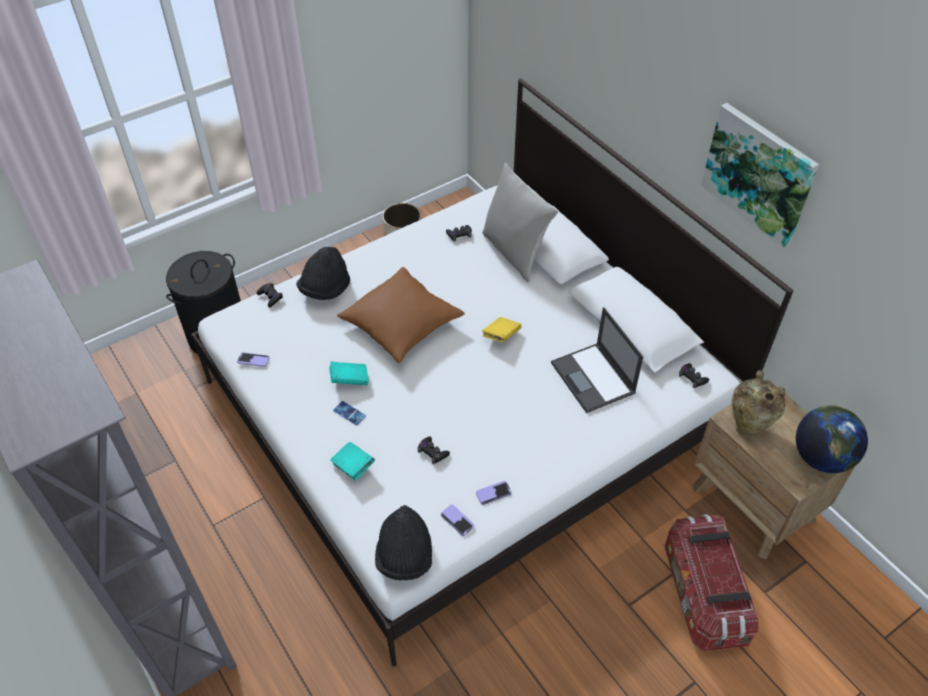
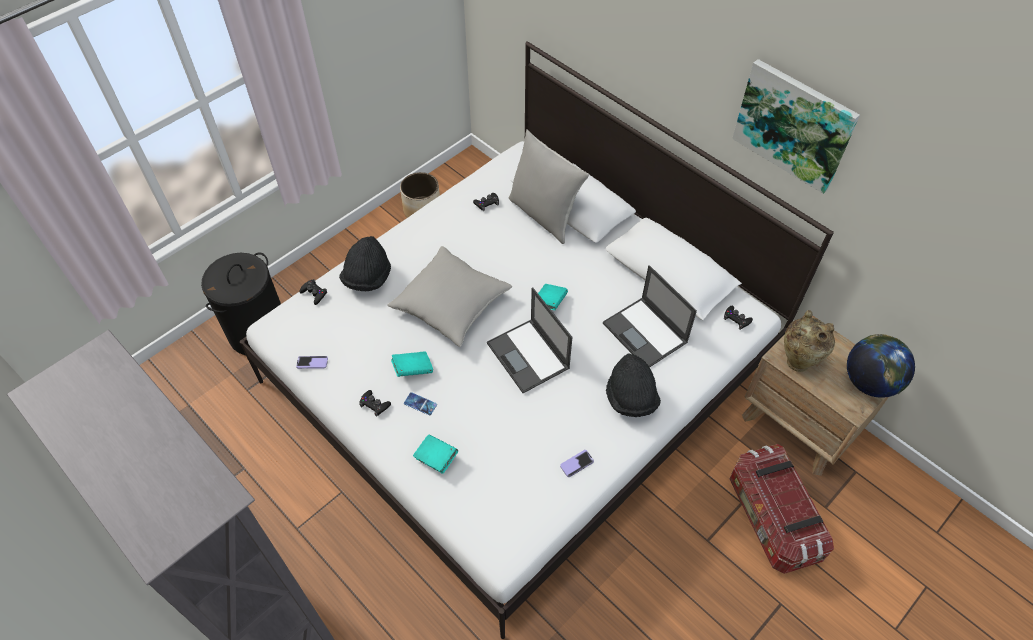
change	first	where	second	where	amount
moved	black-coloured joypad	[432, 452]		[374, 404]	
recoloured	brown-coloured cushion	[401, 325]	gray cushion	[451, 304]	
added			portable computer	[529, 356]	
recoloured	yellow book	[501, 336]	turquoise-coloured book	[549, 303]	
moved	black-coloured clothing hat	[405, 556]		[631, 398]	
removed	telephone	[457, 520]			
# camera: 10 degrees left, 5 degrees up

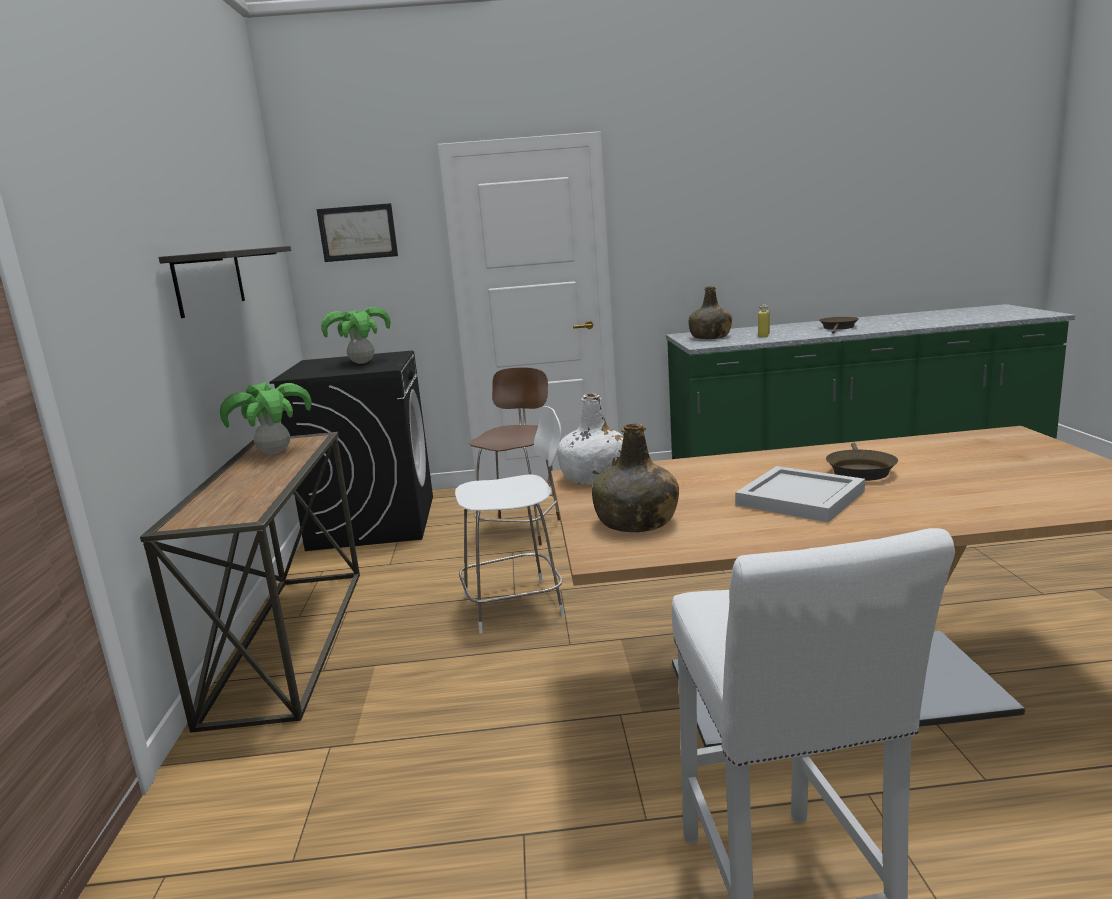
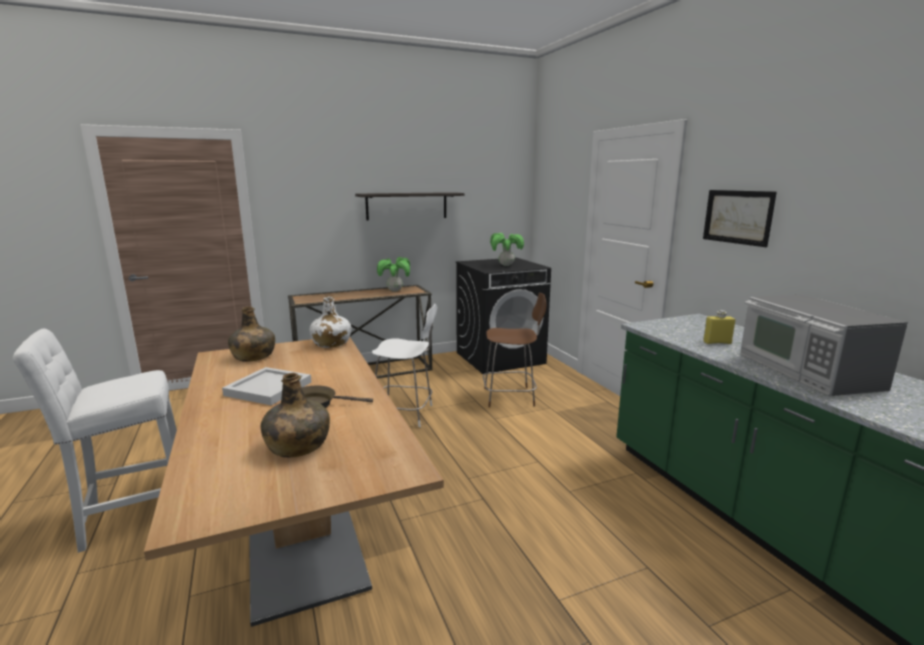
change	first	where	second	where	amount
moved	greenish bottle	[710, 337]		[297, 446]	
turned	white-coloured upright chair	[517, 605]		[405, 414]	45 degrees counterclockwise
moved	picture	[358, 232]		[737, 217]	
replaced	brown-coloured skillet	[838, 328]	kitchen microwave	[806, 371]	
# camera: 70 degrees right, 0 degrees up

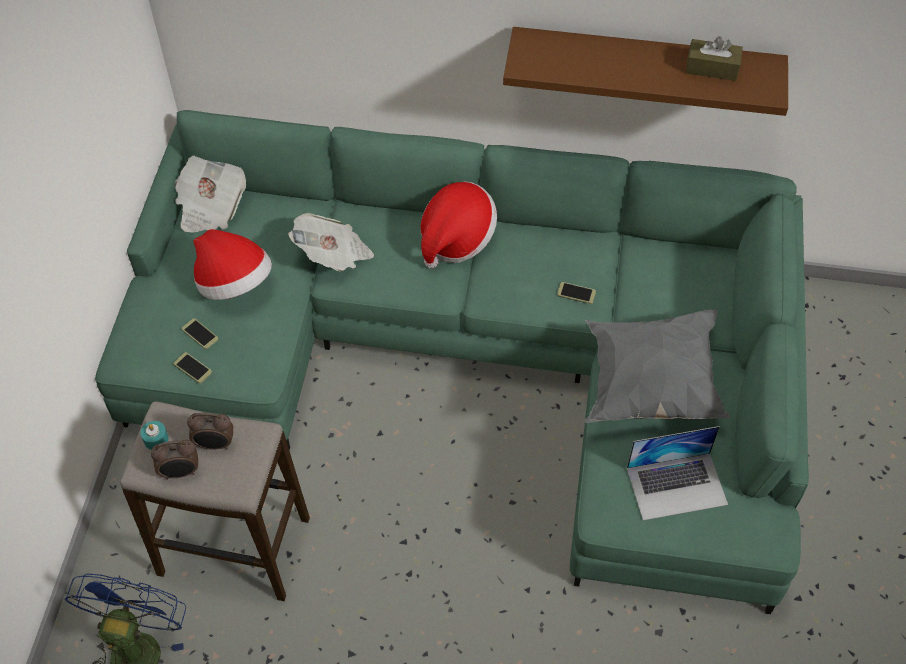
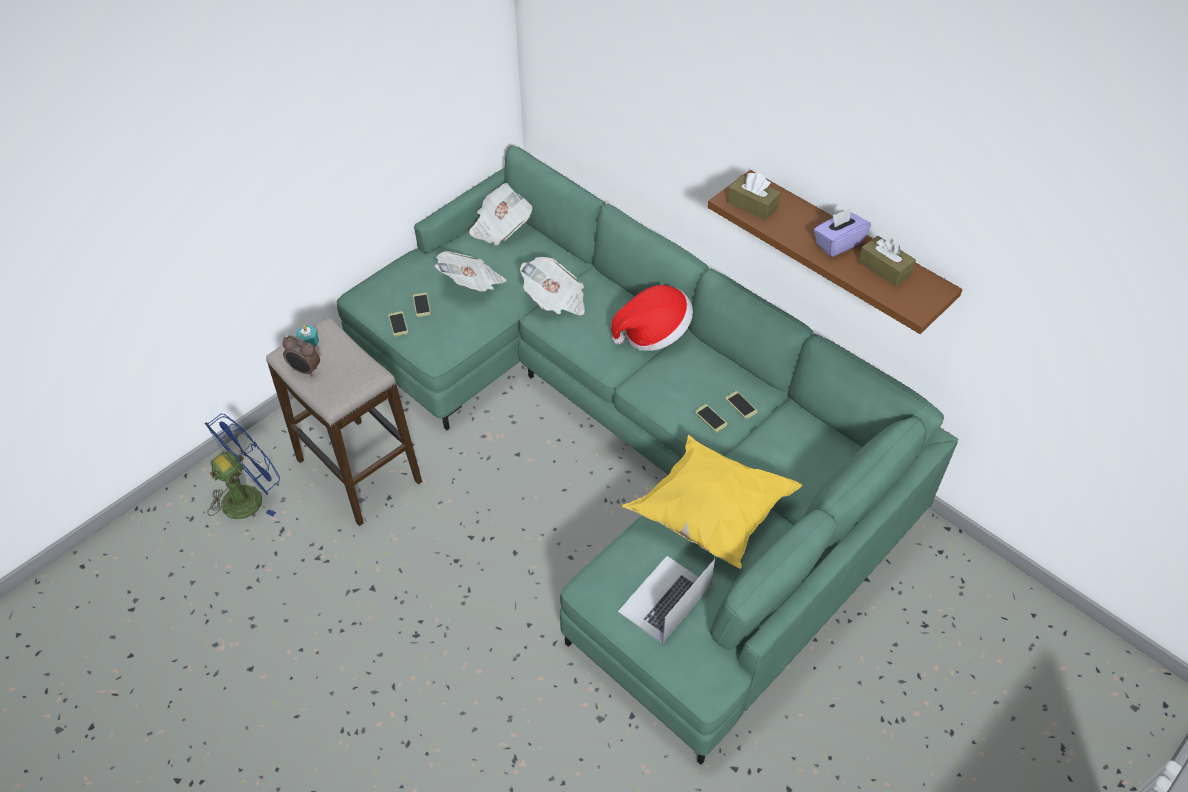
change	first	where	second	where	amount
replaced	clothing hat	[234, 283]	newspaper	[472, 284]	
turned	portable computer	[677, 486]		[664, 599]	105 degrees clockwise
recoloured	gray cushion	[649, 385]	yellow cushion	[709, 515]	
added			telephone	[741, 405]	
added			brown-coloured tissue box	[752, 205]	
added			purple tissue box	[838, 243]	
removed	bedside clock	[215, 444]			
# camera: 35 degrees right, 5 degrees down

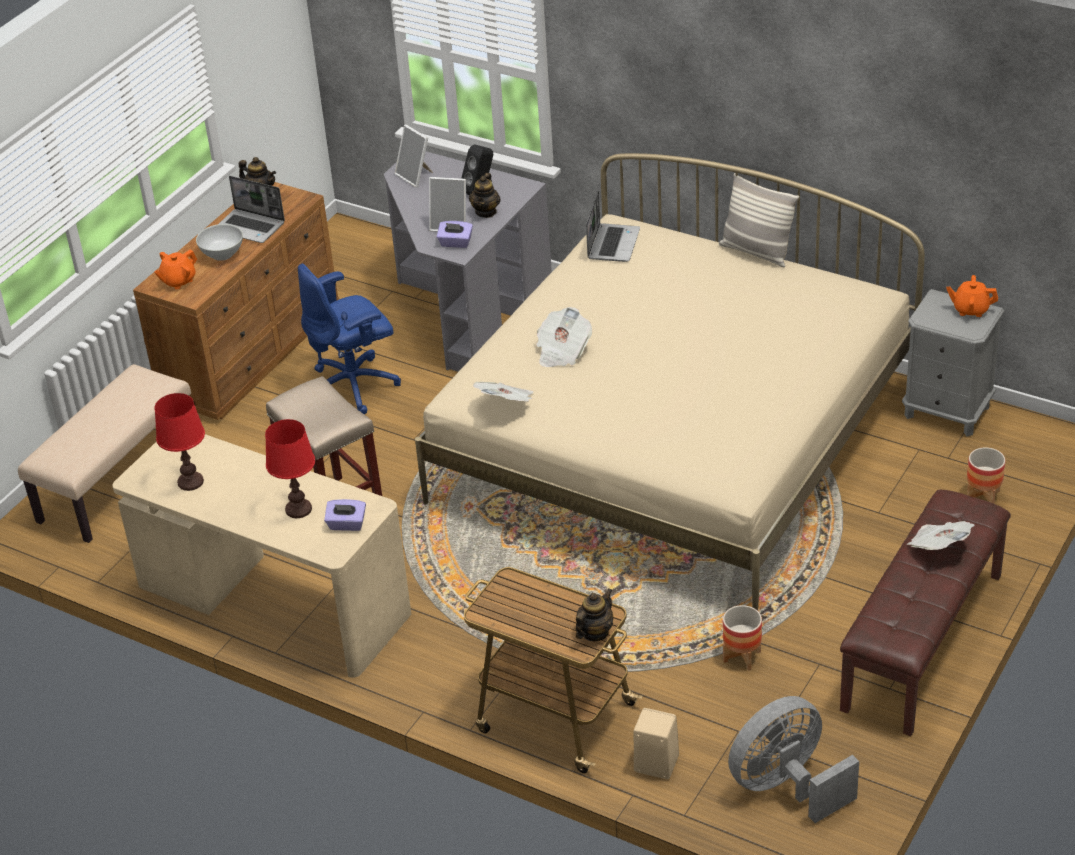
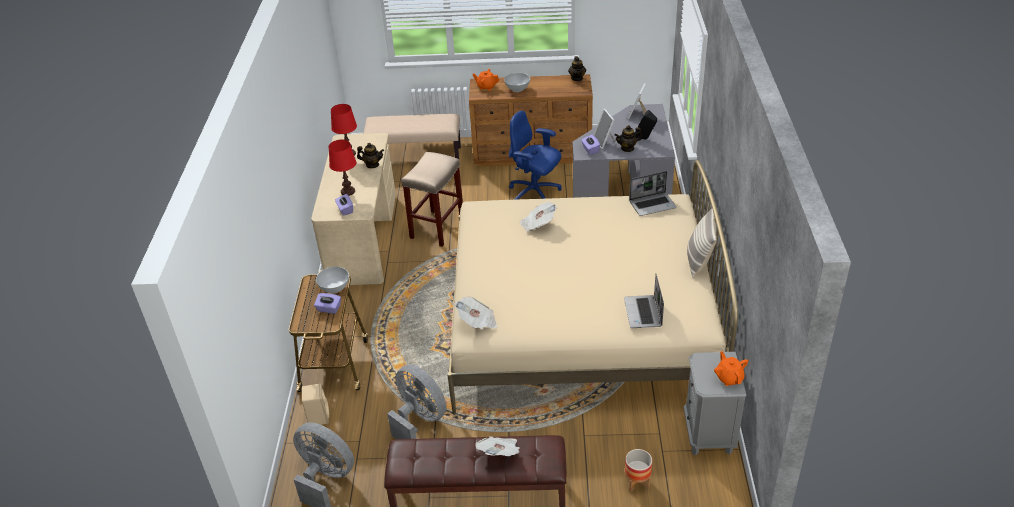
change	first	where	second	where	amount
added			purple tissue box	[329, 309]	
added			white-coloured serving bowl	[334, 288]	
moved	teapot	[594, 632]		[372, 165]	
replaced	planter	[741, 656]	gray cooling fan	[419, 420]	
moved	newspaper	[506, 403]		[477, 322]	
moved	portable computer	[250, 227]		[643, 313]	
# camera: 60 degrees right, 0 degrees up

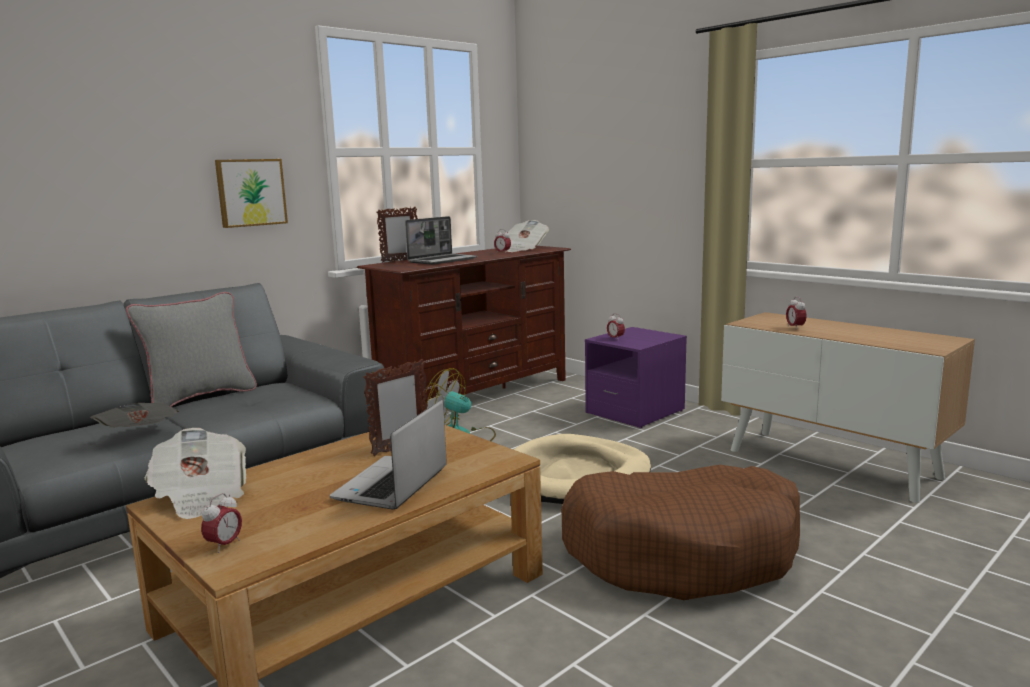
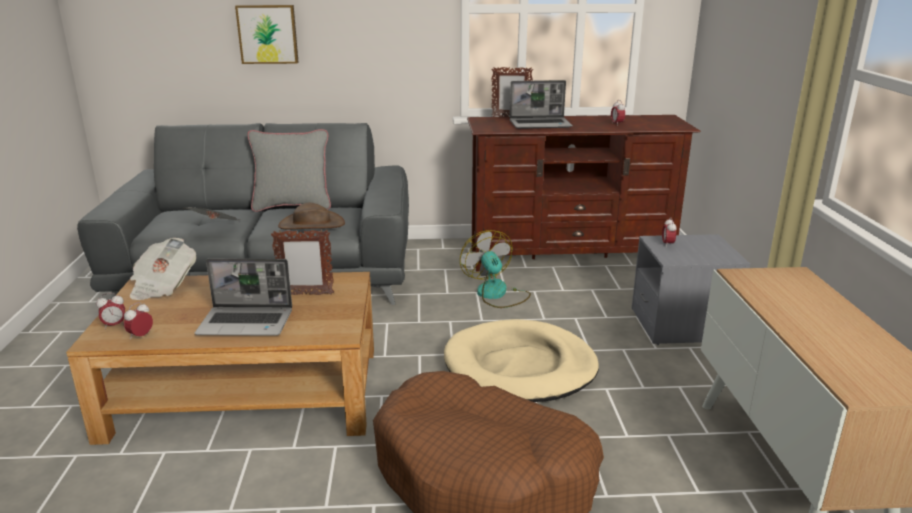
change	first	where	second	where	amount
moved	bedside clock	[795, 328]		[141, 336]	
turned	portable computer	[392, 485]		[247, 323]	150 degrees counterclockwise
moved	picture	[250, 192]		[268, 34]	
added			brown-coloured clothing hat	[311, 224]	
recoloured	purple bedside table	[635, 412]	gray bedside table	[681, 325]	
removed	newspaper	[524, 249]			
# camera: 40 degrees right, 10 degrees up

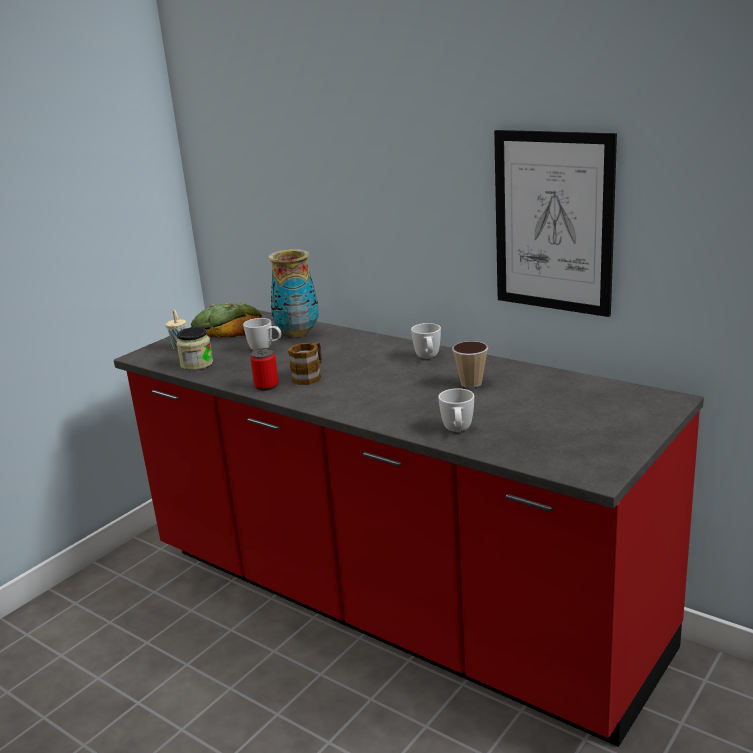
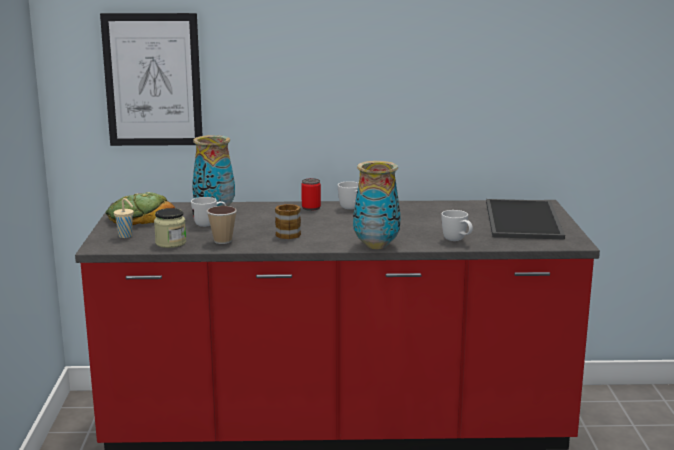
change	first	where	second	where	amount
moved	picture	[553, 222]		[153, 80]	
moved	small cup	[471, 383]		[222, 241]	
moved	can	[266, 386]		[311, 208]	
added			flower vase	[376, 245]	
added			serving tray	[525, 220]	
# camera: 40 degrees left, 5 degrees down

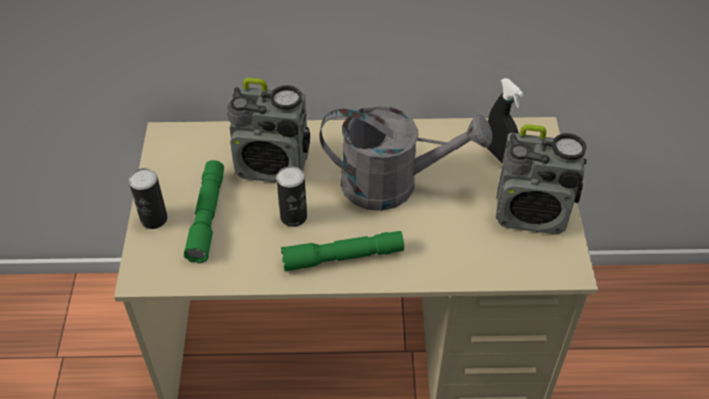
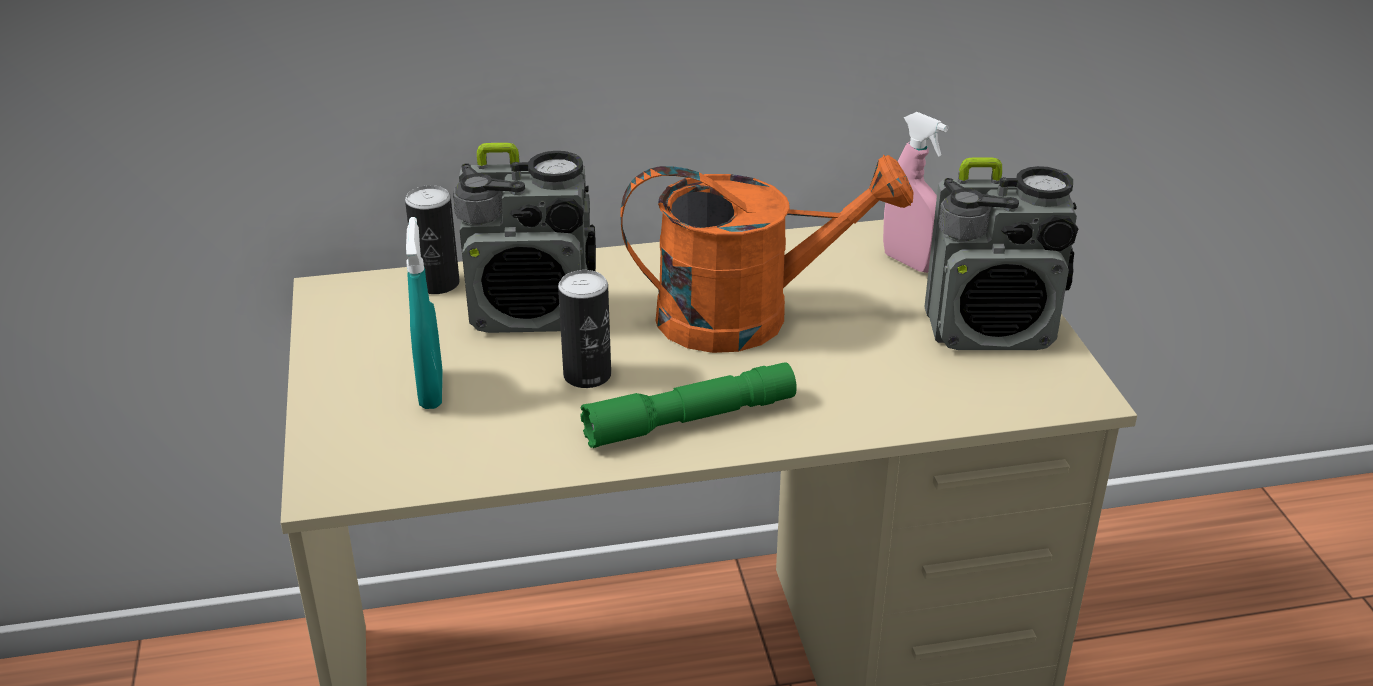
change	first	where	second	where	amount
moved	can	[154, 219]		[437, 283]	
replaced	greenish flashlight	[207, 216]	turquoise-coloured spray bottle	[431, 391]	
recoloured	gray sprinkling can	[393, 184]	orangey sprinkling can	[747, 316]	
recoloured	black-coloured spray bottle	[498, 154]	pink-coloured spray bottle	[909, 262]	
# camera: 10 degrees left, 15 degrees down

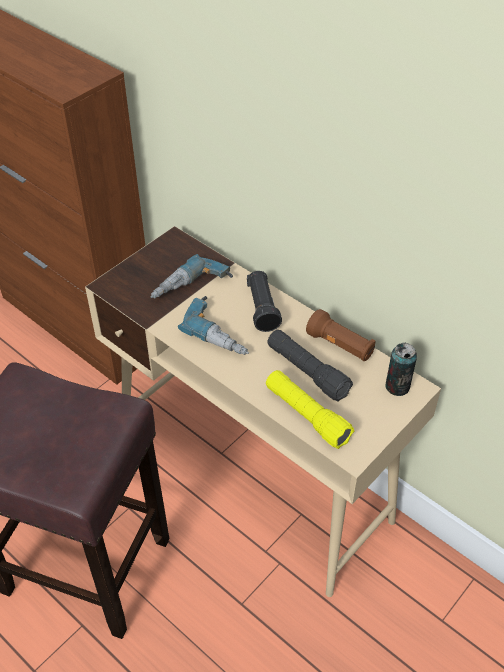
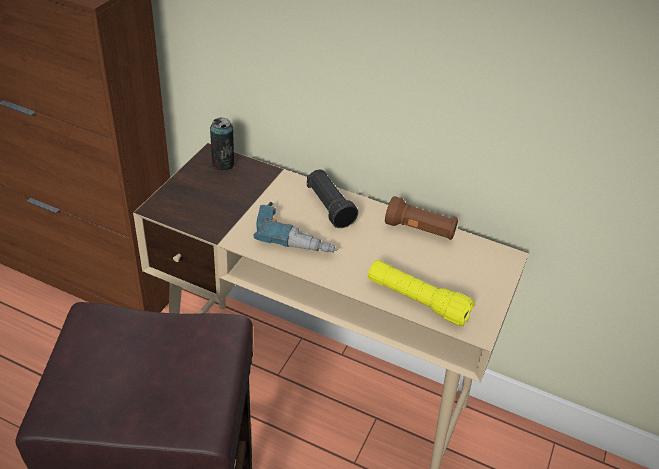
change	first	where	second	where	amount
moved	can	[397, 386]		[223, 164]	
removed	drill	[192, 289]			
removed	black-coloured flashlight	[307, 372]			
# camera: 20 degrees left, 5 degrees down

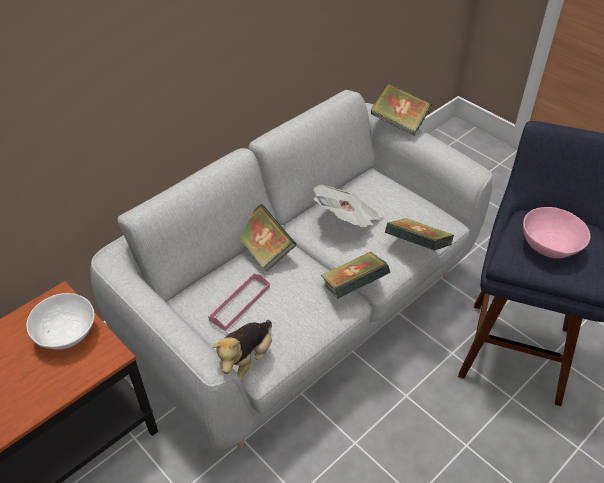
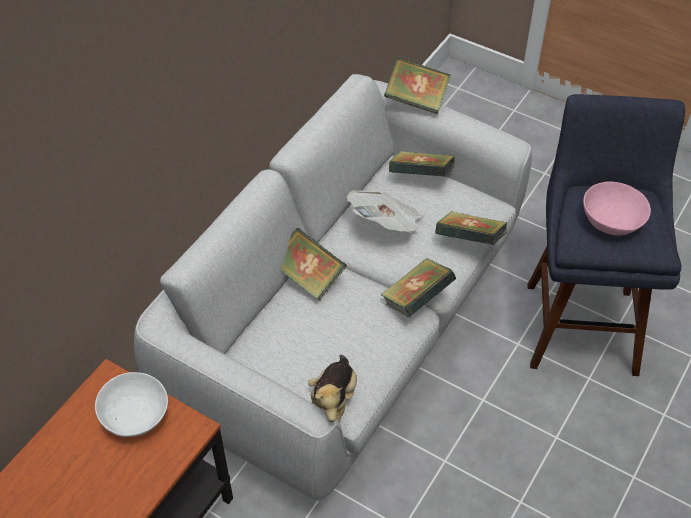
change	first	where	second	where	amount
added			book	[421, 177]	
removed	pink-coloured serving tray	[240, 303]			
# camera: 15 degrees left, 5 degrees up

